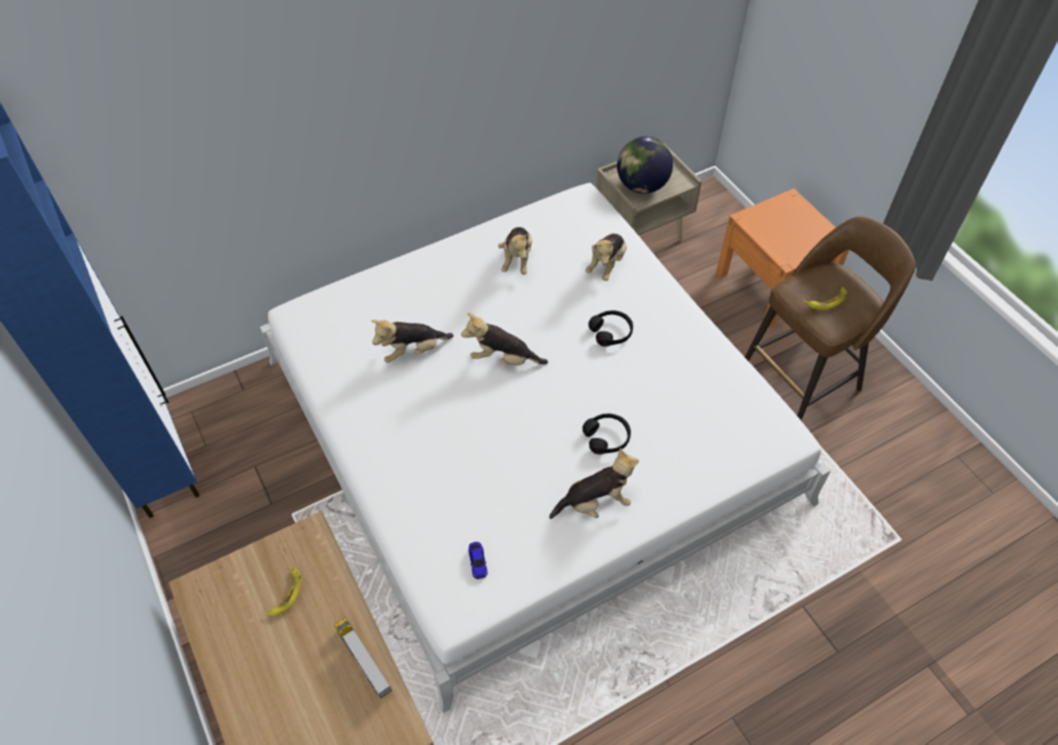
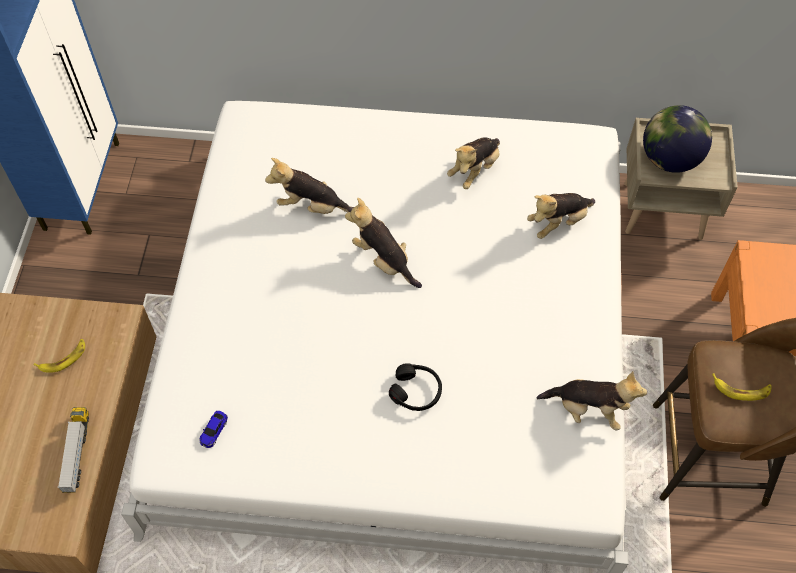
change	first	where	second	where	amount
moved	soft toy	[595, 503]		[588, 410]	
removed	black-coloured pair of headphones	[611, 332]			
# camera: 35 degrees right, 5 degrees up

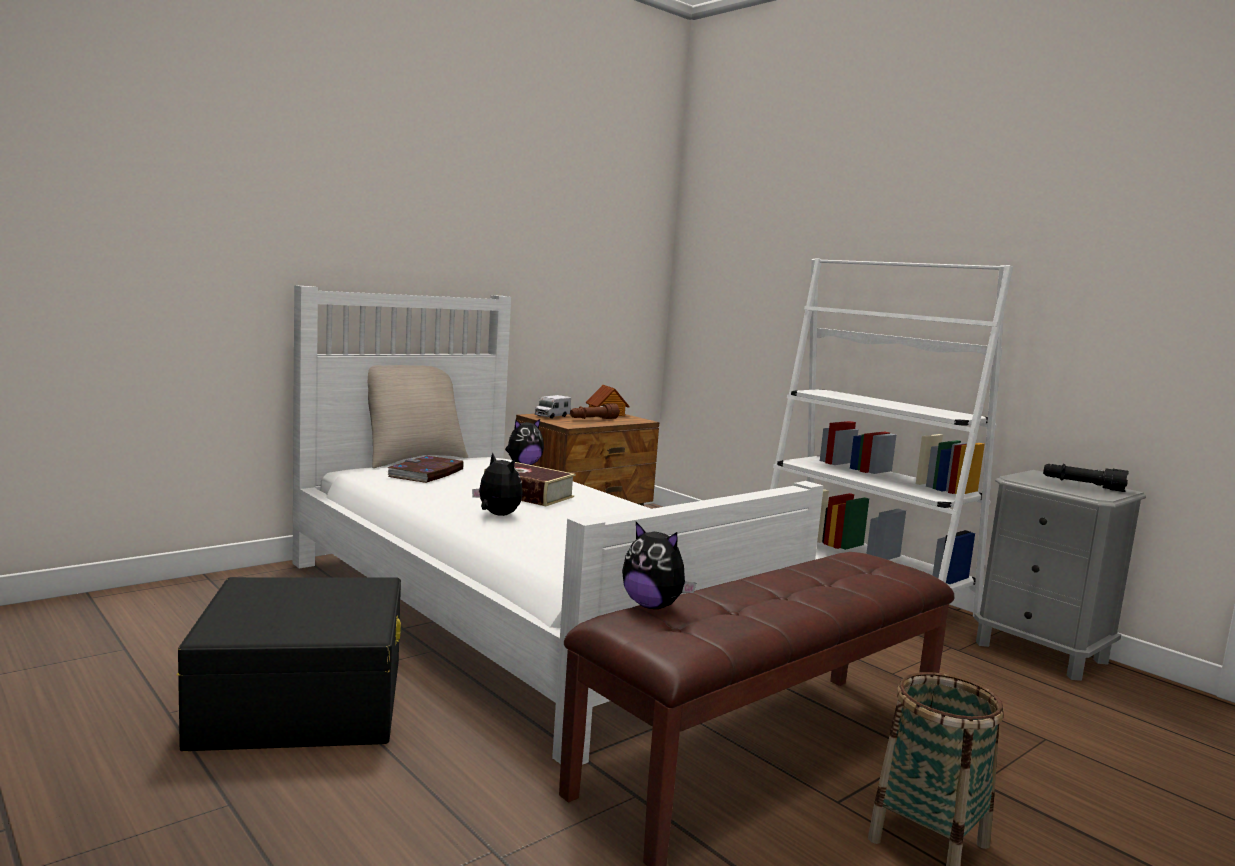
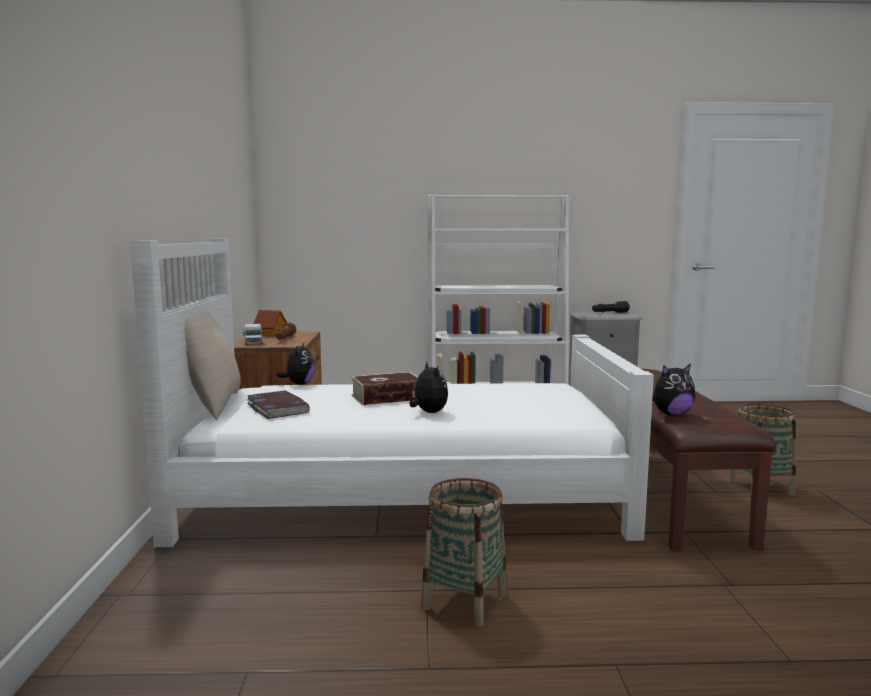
change	first	where	second	where	amount
turned	soft toy	[497, 515]		[428, 412]	75 degrees clockwise
replaced	black-coloured storage bin	[302, 699]	household basket	[464, 601]	
# camera: 50 degrees left, 0 degrees up

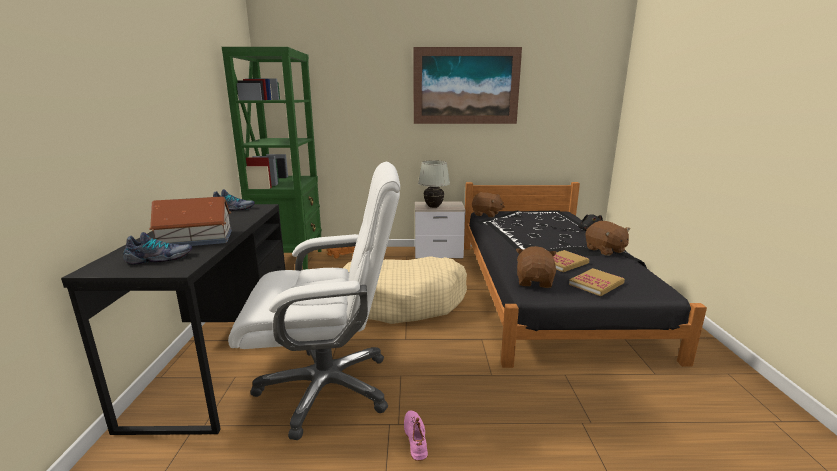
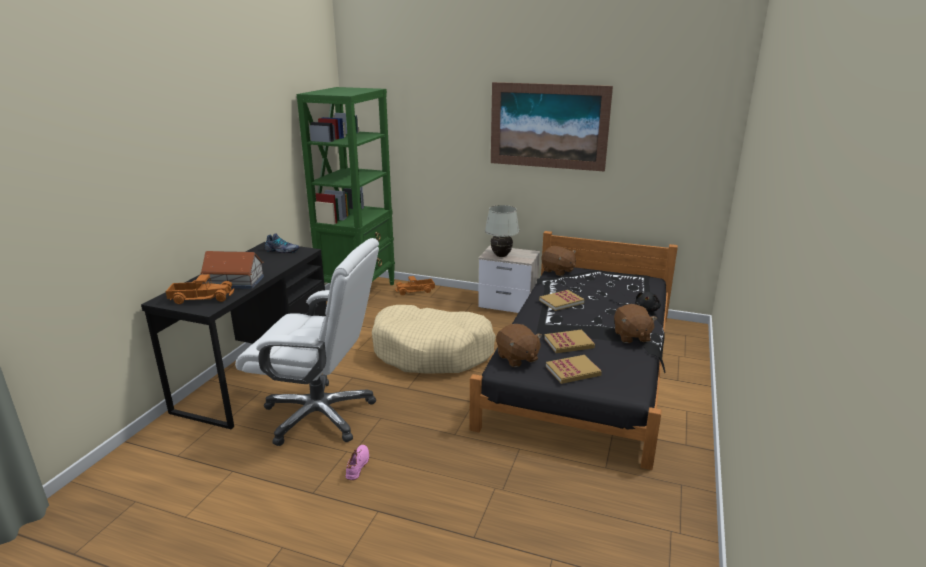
change	first	where	second	where	amount
replaced	low shoe	[160, 259]	toy lorry	[202, 297]	
turned	brown-coloured soft toy	[534, 282]		[517, 358]	120 degrees clockwise
added			book	[561, 302]	
# camera: 20 degrees right, 5 degrees up

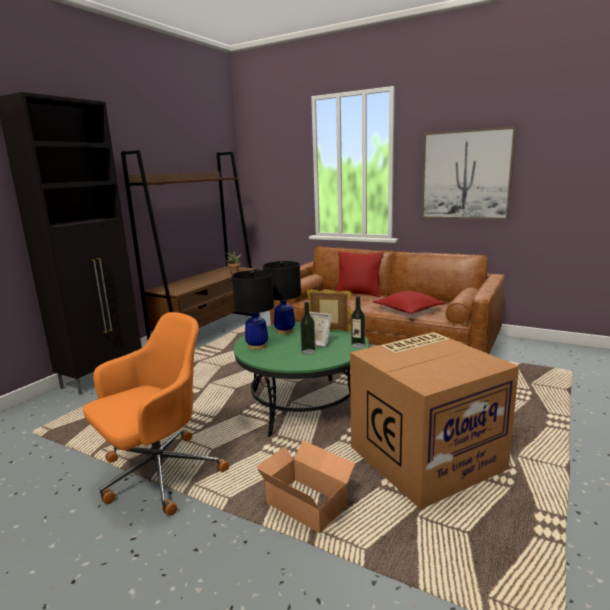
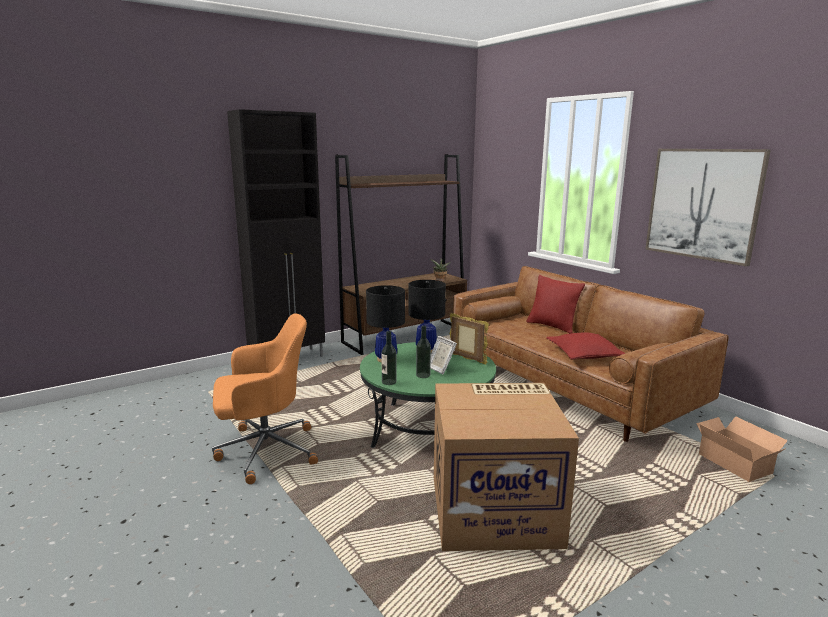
change	first	where	second	where	amount
moved	bottle	[358, 345]		[389, 382]	
moved	cardboard box	[307, 503]		[735, 463]	
# camera: 25 degrees right, 0 degrees up

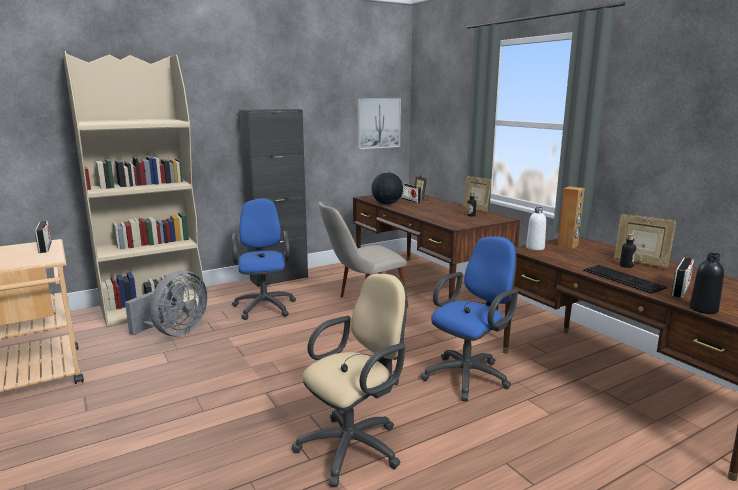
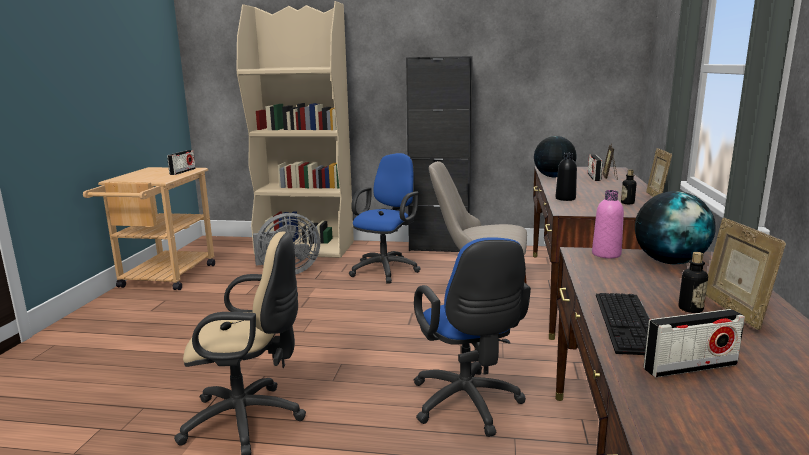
change	first	where	second	where	amount
turned	blue desk chair	[469, 375]		[468, 406]	75 degrees clockwise
moved	black-coloured bottle	[703, 309]		[565, 198]	
recoloured	white-coloured bottle	[535, 248]	pink-coloured bottle	[606, 254]	
replaced	brown-coloured loudspeaker	[568, 245]	world globe	[669, 262]	
removed	picture	[378, 123]			
# camera: 40 degrees right, 0 degrees up

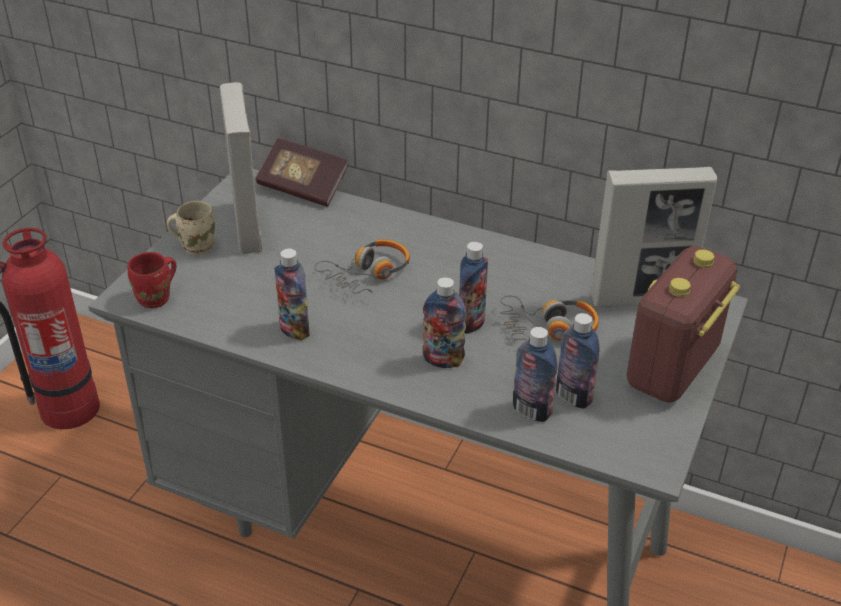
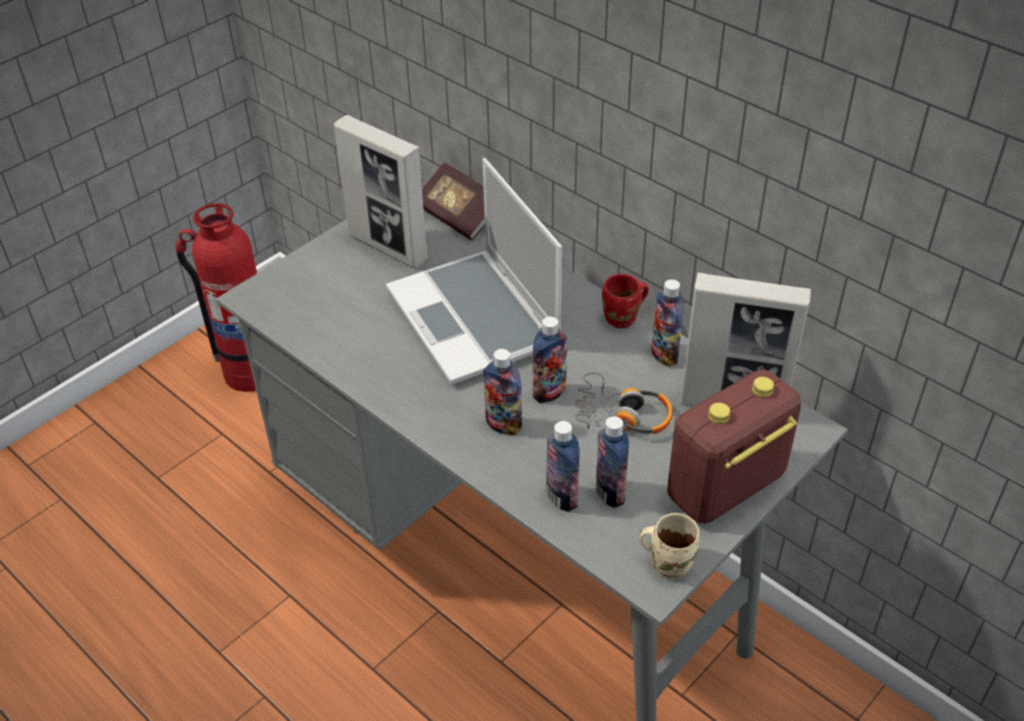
change	first	where	second	where	amount
turned	photo frame	[247, 227]		[388, 247]	60 degrees counterclockwise
replaced	pair of headphones	[368, 274]	portable computer	[476, 320]	
moved	reddish coffee mug	[157, 299]		[623, 319]	
moved	sand-coloured coffee mug	[196, 245]		[669, 562]	
moved	bottle	[294, 330]		[664, 355]	
# camera: 20 degrees right, 5 degrees up

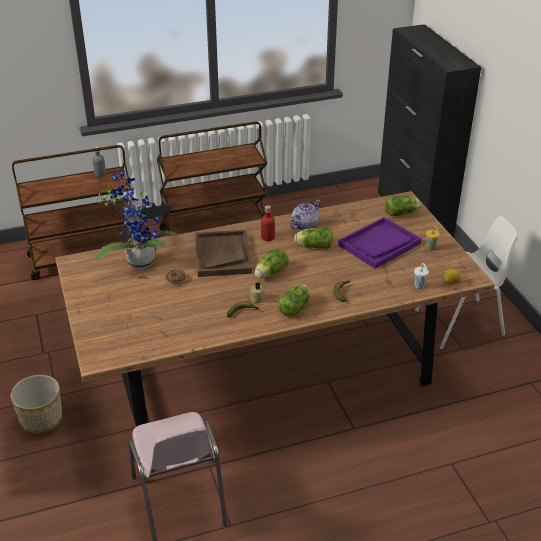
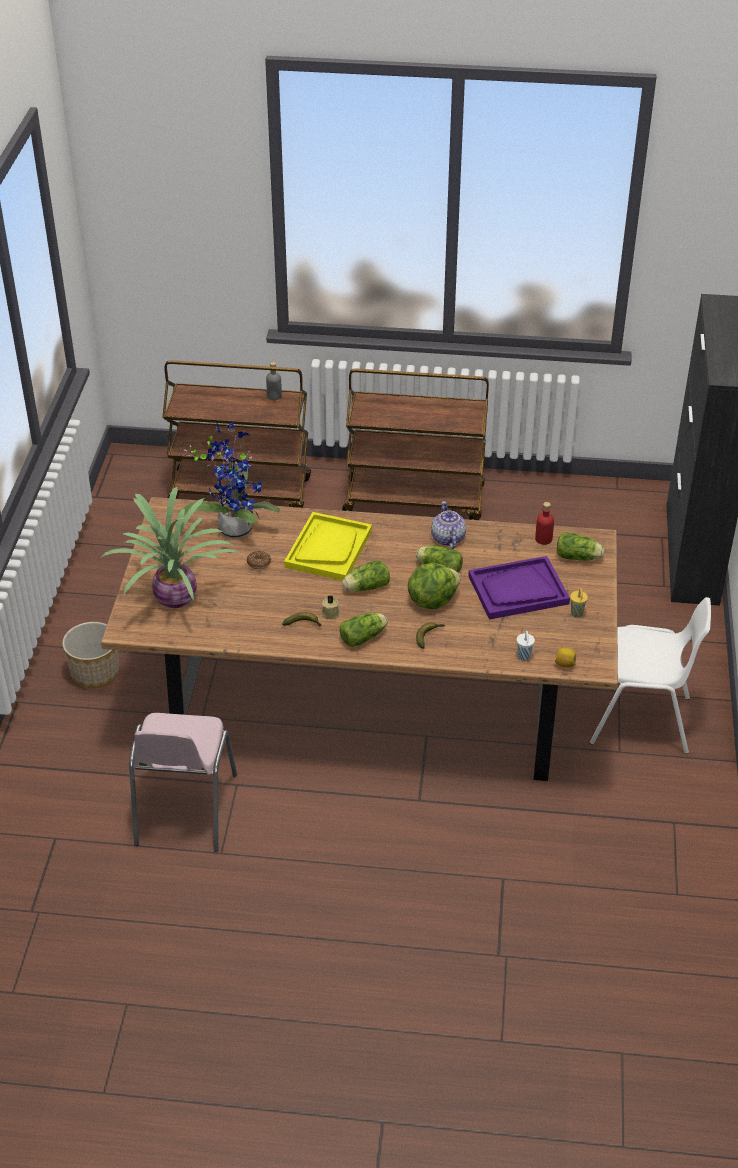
change	first	where	second	where	amount
added			houseplant	[177, 597]	
recoloured	brown-coloured serving tray	[222, 255]	yellow serving tray	[328, 548]	
added			head of lettuce	[432, 600]	
turned	teapot	[304, 226]		[447, 539]	75 degrees counterclockwise
moved	reddish bottle	[267, 237]		[543, 539]	
# camera: 25 degrees right, 5 degrees up

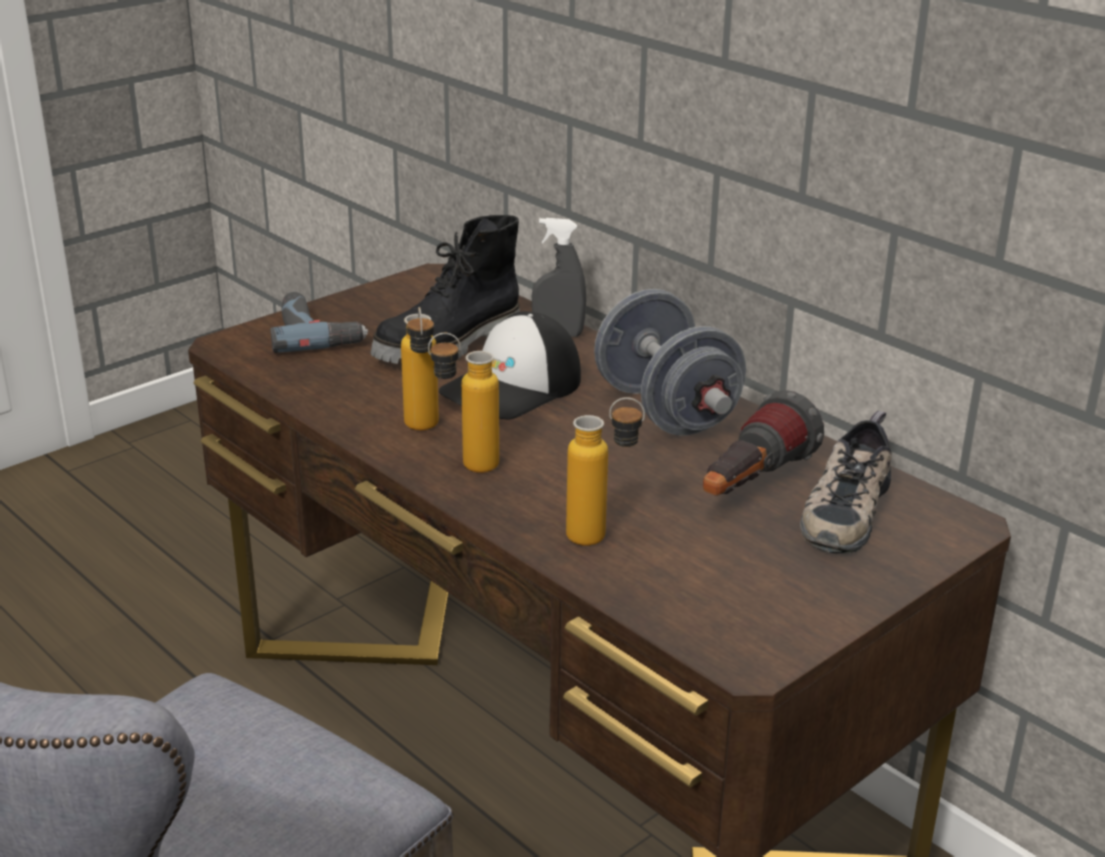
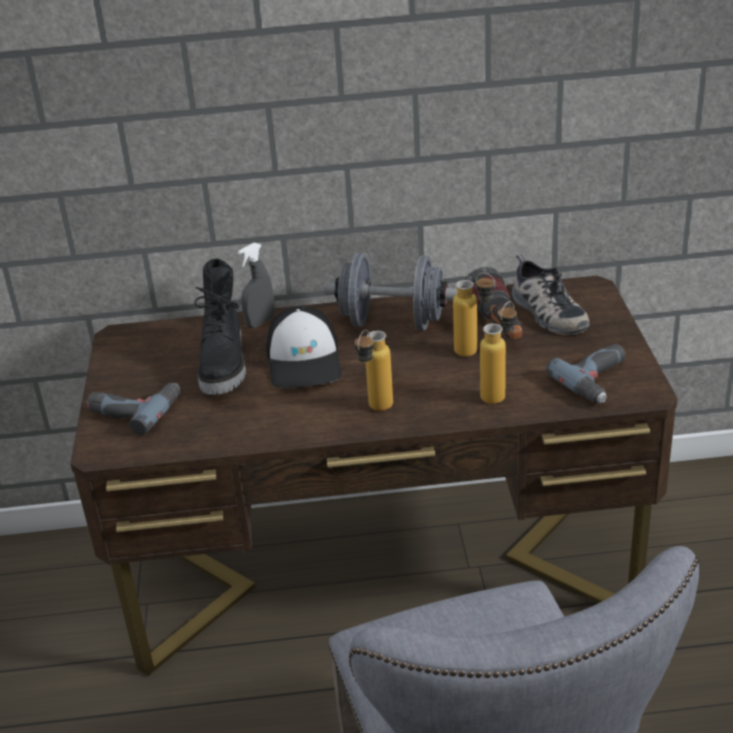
change	first	where	second	where	amount
moved	bottle	[422, 430]		[474, 353]	
added			drill	[599, 381]	
# camera: 50 degrees left, 5 degrees up

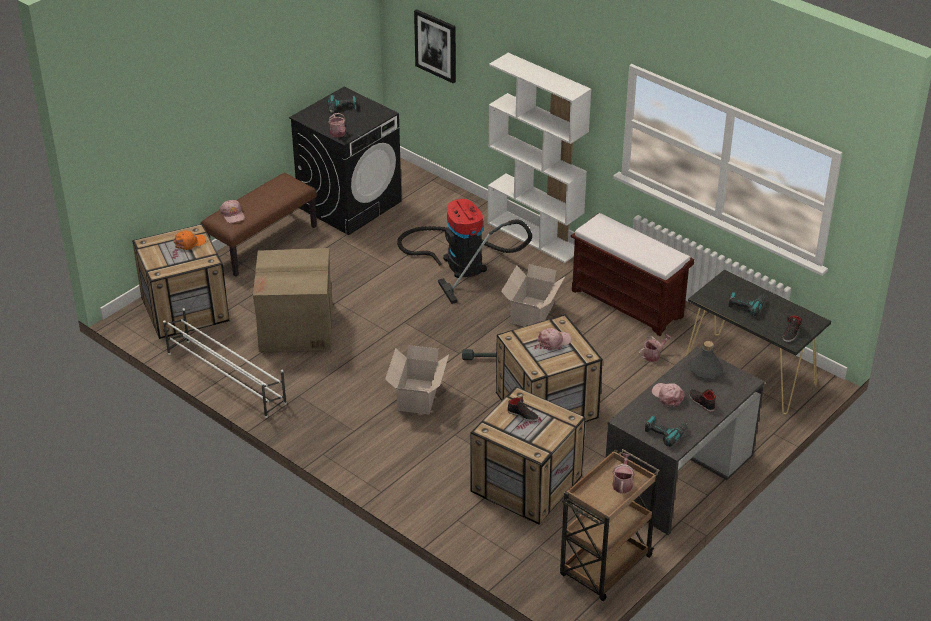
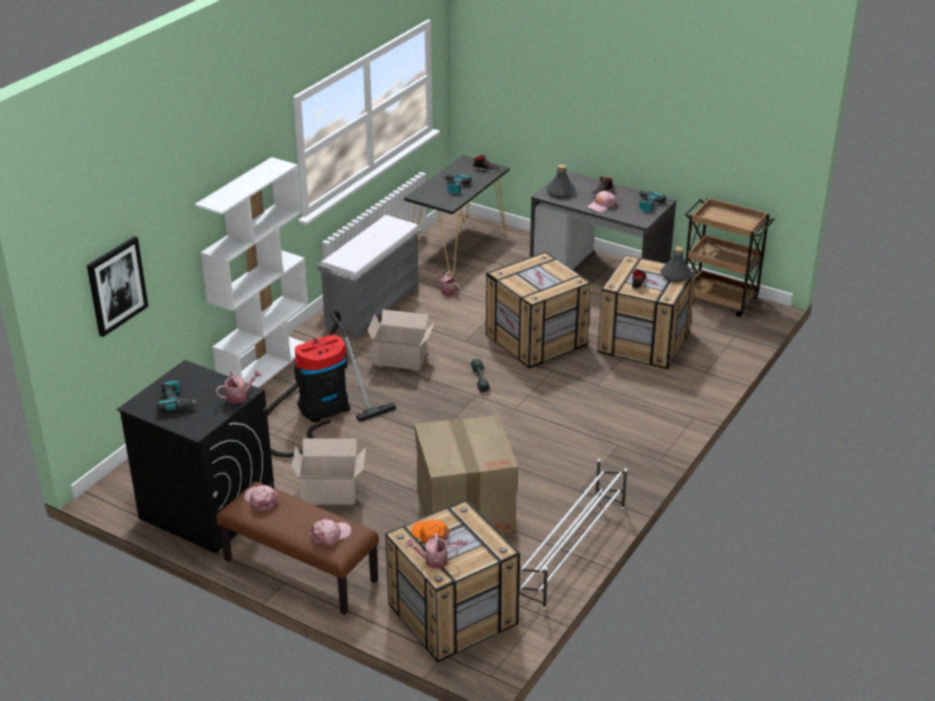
change	first	where	second	where	amount
moved	pink-coloured baseball cap	[554, 341]		[261, 500]	
moved	cardboard box	[417, 397]		[331, 492]	
recoloured	brown-coloured indoor bench	[628, 304]	gray indoor bench	[373, 307]	
moved	sprinkling can	[622, 483]		[432, 561]	
added			gray bottle	[676, 275]	
# camera: 100 degrees left, 5 degrees down

